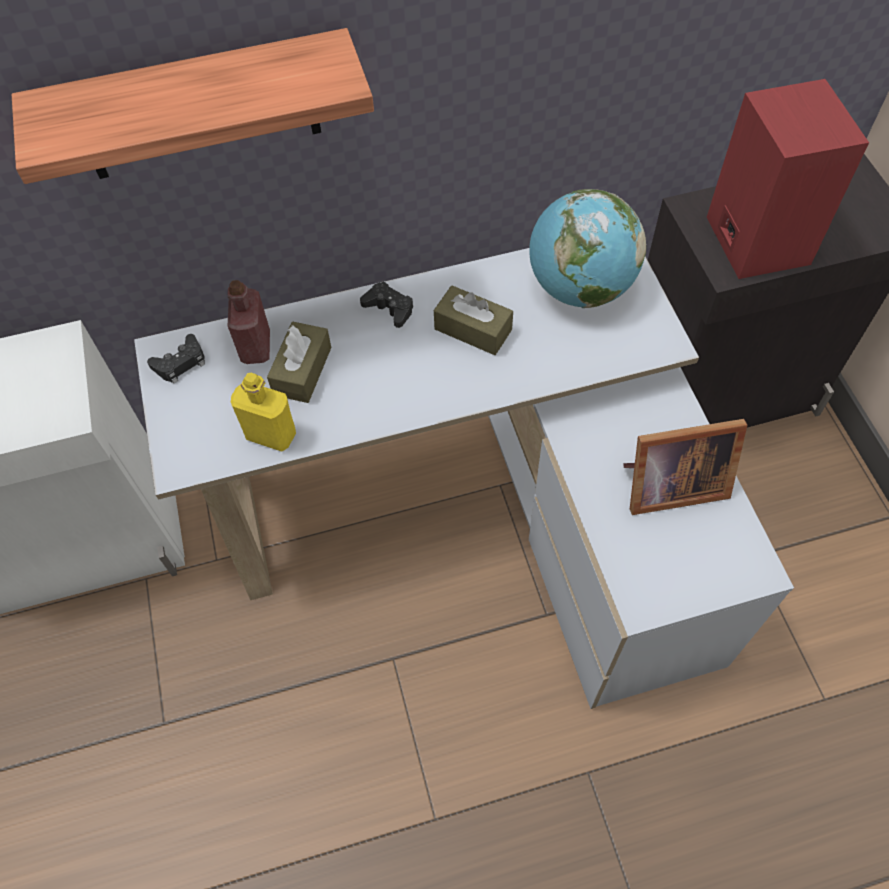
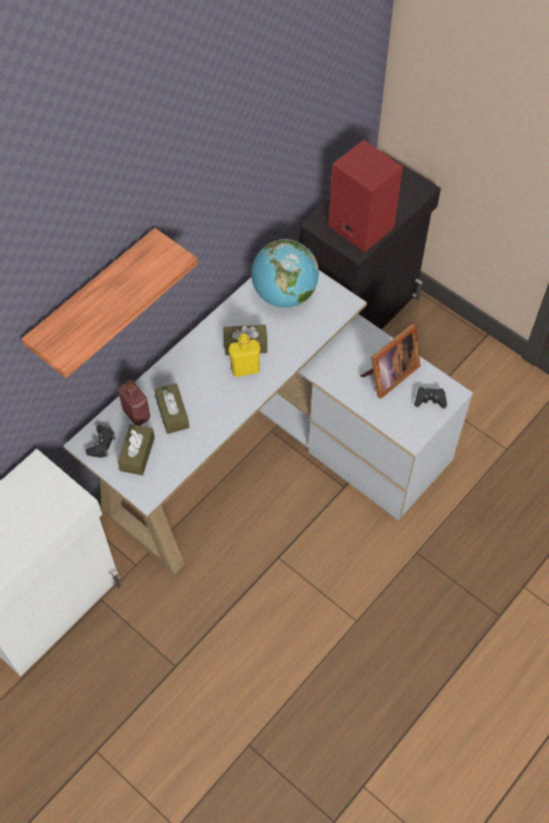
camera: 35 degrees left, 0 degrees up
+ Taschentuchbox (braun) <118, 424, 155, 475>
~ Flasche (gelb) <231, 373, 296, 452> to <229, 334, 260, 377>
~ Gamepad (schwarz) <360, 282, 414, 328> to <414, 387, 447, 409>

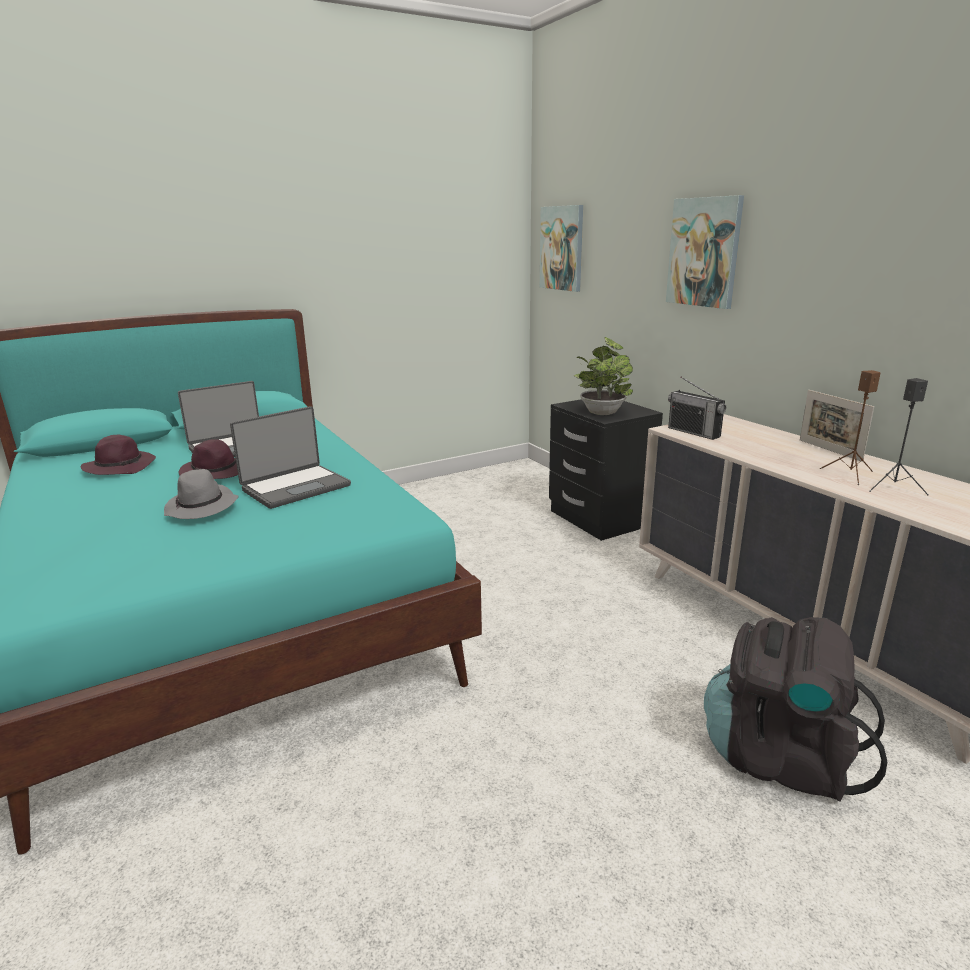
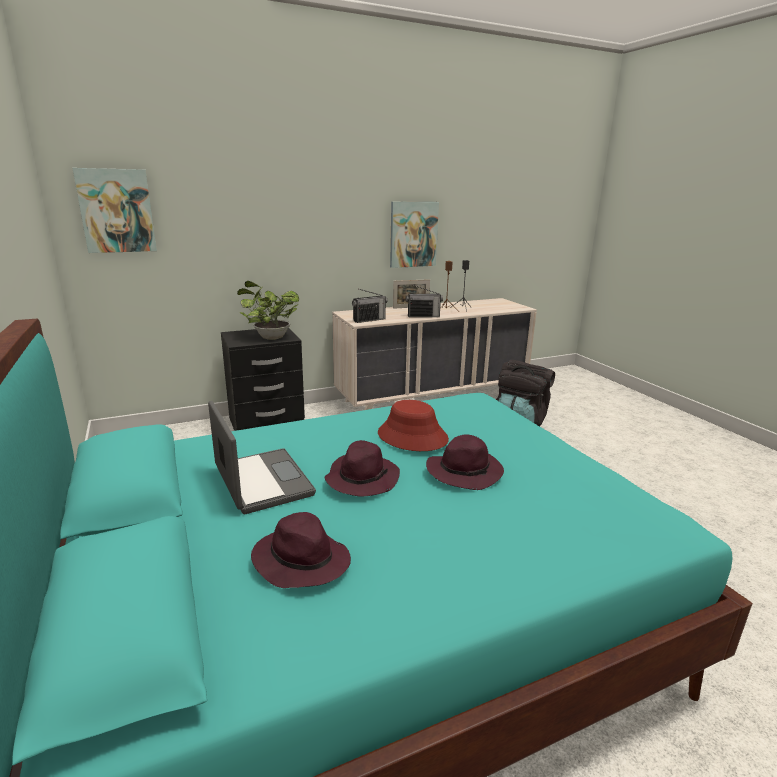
camera: 85 degrees left, 0 degrees up
~ Laptop <230, 406, 351, 509> to Hut (rot) <378, 400, 449, 451>
~ Bild <666, 195, 744, 309> to <390, 202, 439, 268>
+ Radio <406, 285, 443, 317>
~ Hut (grau) <164, 469, 239, 519> to Hut (lila) <426, 434, 504, 490>

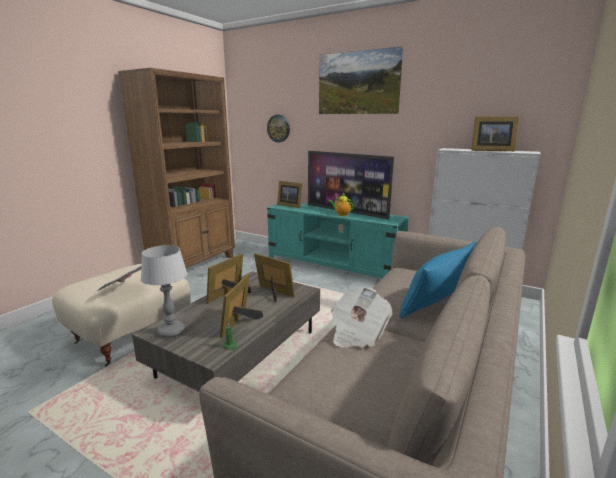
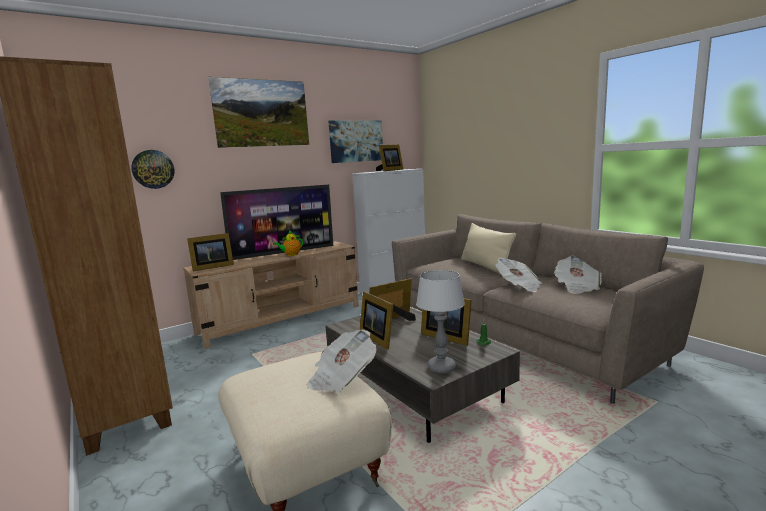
camera: 65 degrees left, 5 degrees down
~ Fernsehschrank (türkis) <267, 203, 409, 278> to Fernsehschrank (beige) <183, 241, 359, 349>
+ Bild <328, 120, 383, 163>
~ Kissen (blau) <399, 242, 477, 318> to Kissen (beige) <461, 223, 516, 275>
+ Zeitung <554, 256, 602, 294>

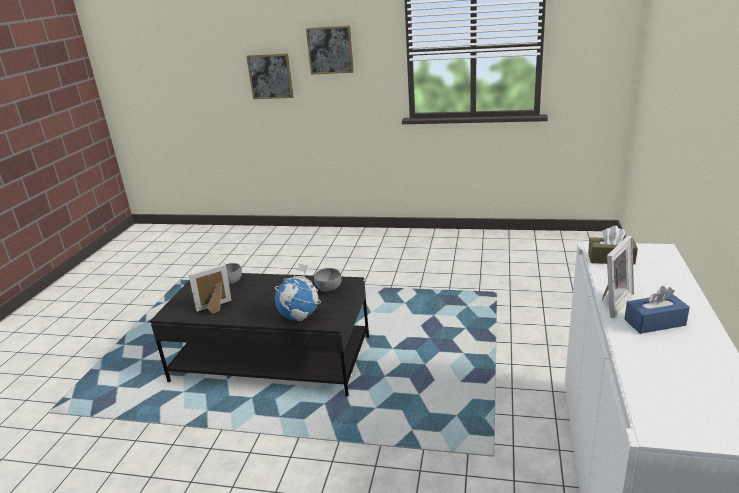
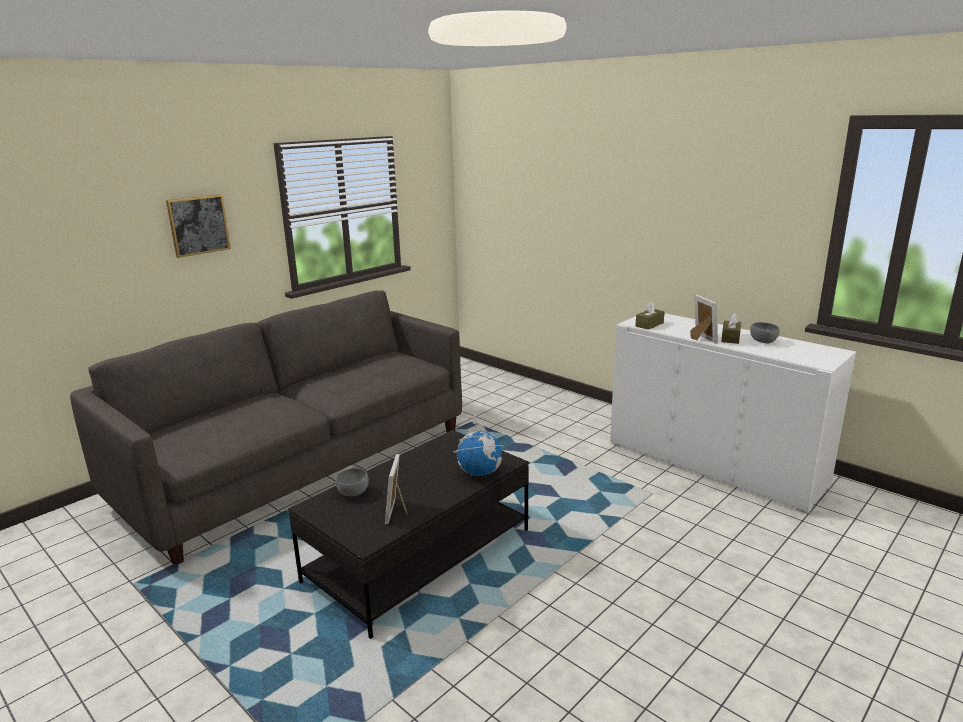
camera: 60 degrees left, 5 degrees down
+ Sofa (grau) <70, 290, 462, 565>
~ Taschentuchbox (blau) <624, 286, 690, 334> to Taschentuchbox (braun) <721, 313, 741, 344>
~ Schüssel (grau) <314, 268, 342, 292> to <750, 322, 780, 343>
- Bild <246, 53, 294, 99>

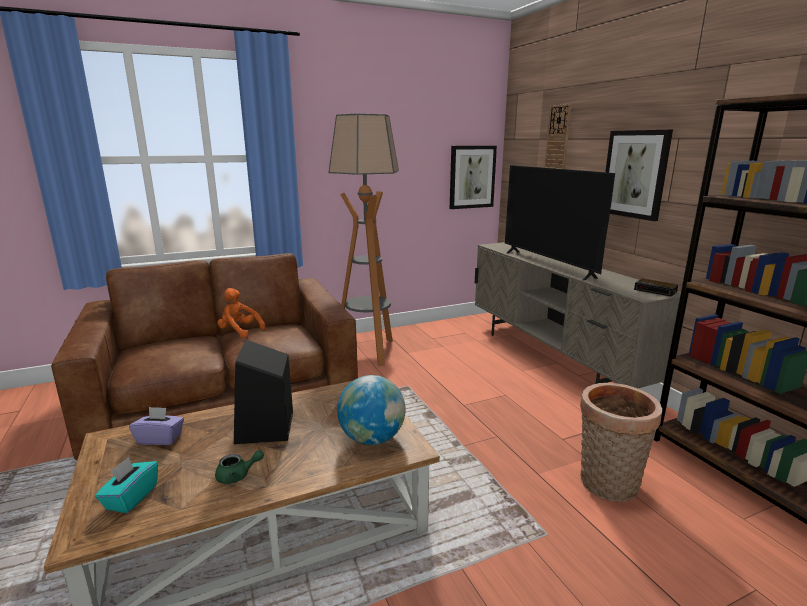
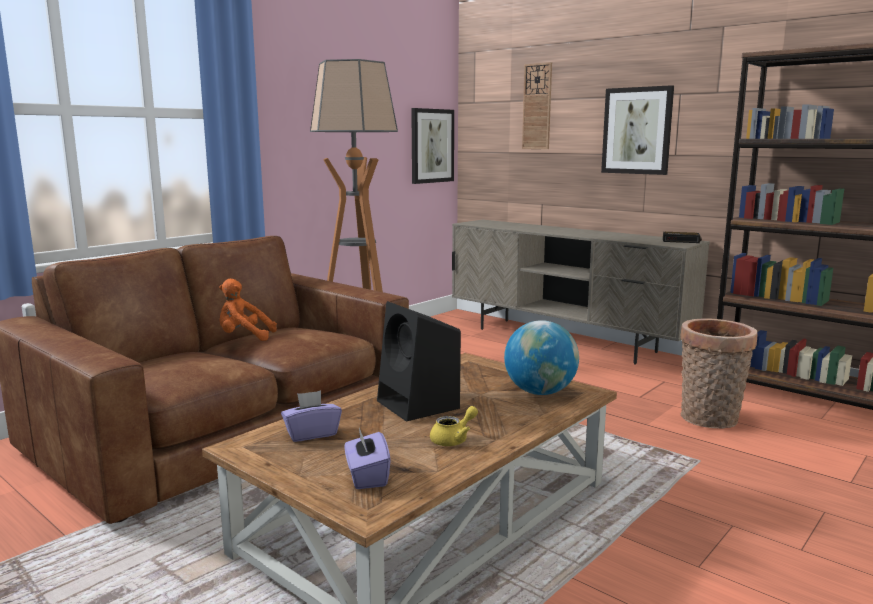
camera: 25 degrees left, 5 degrees down
~ Taschentuchbox (türkis) <95, 457, 158, 513> to Taschentuchbox (lila) <344, 428, 391, 489>
~ Teekanne (grün) <215, 450, 264, 484> to Teekanne (gelb) <430, 406, 478, 446>
- Fernseher <505, 165, 615, 281>

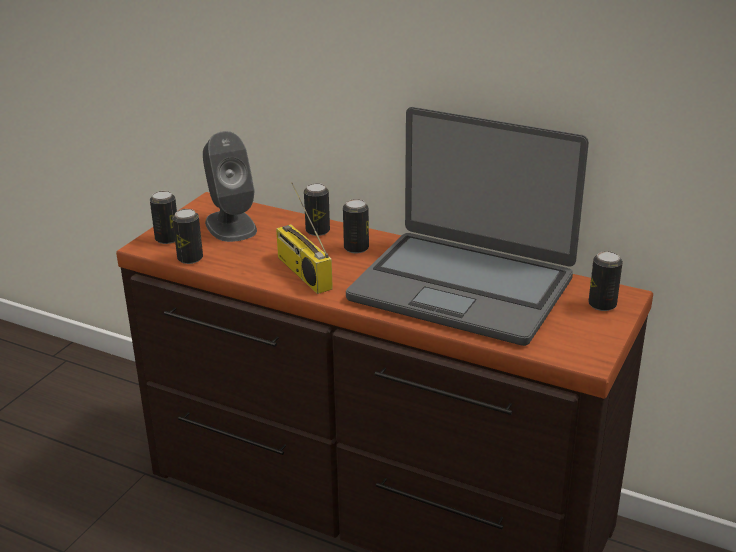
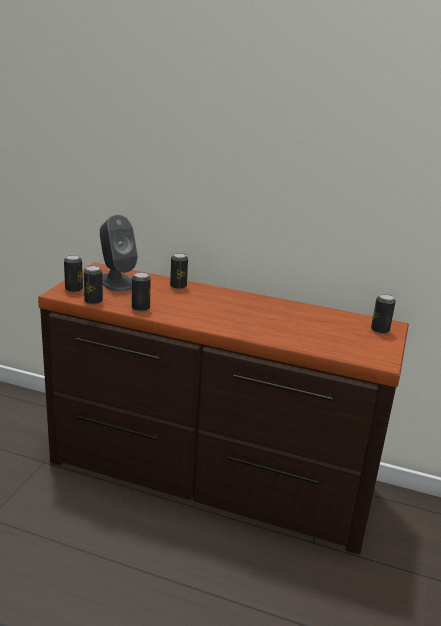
camera: 10 degrees left, 5 degrees down
~ Dose <343, 199, 369, 253> to <132, 272, 151, 312>
- Radio <276, 182, 333, 294>
- Laptop <346, 107, 589, 346>

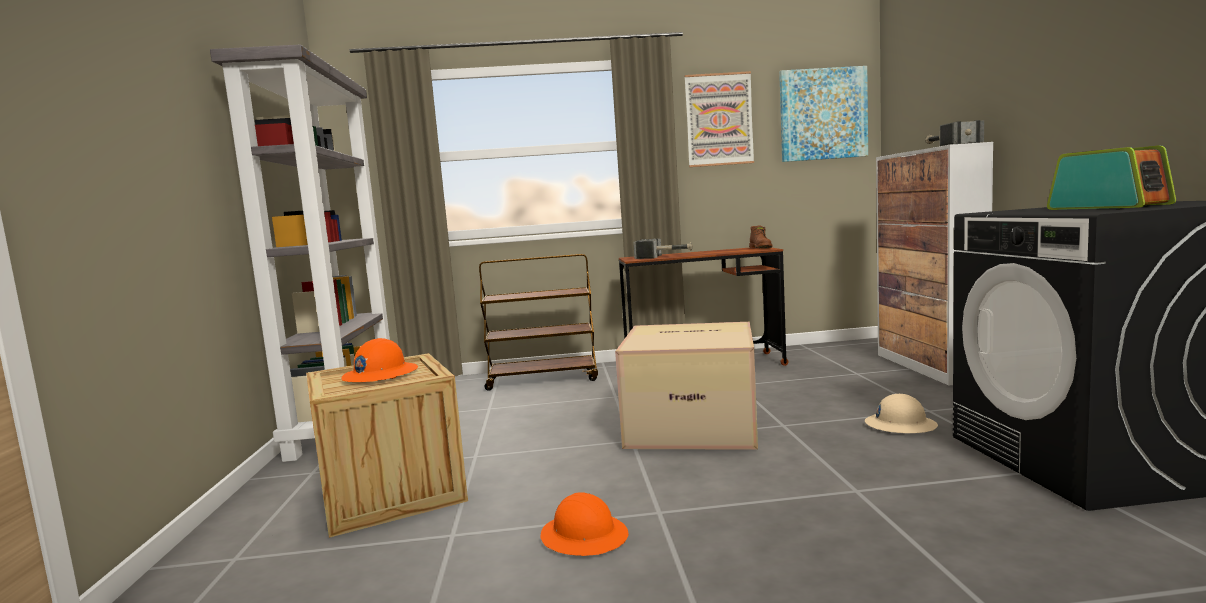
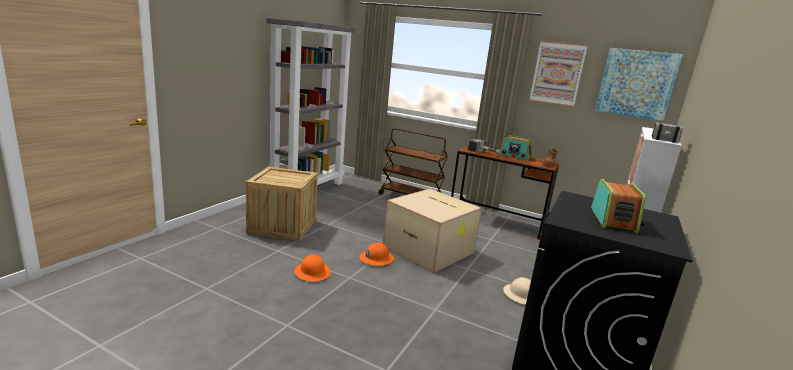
camera: 30 degrees right, 10 degrees up
~ Schutzhelm (orange) <341, 338, 418, 382> to <359, 242, 394, 266>
+ Radio <499, 135, 532, 161>

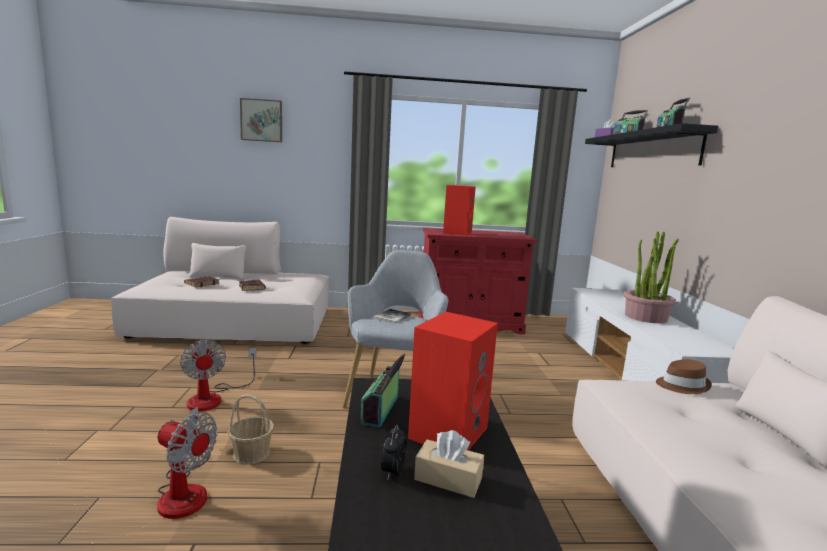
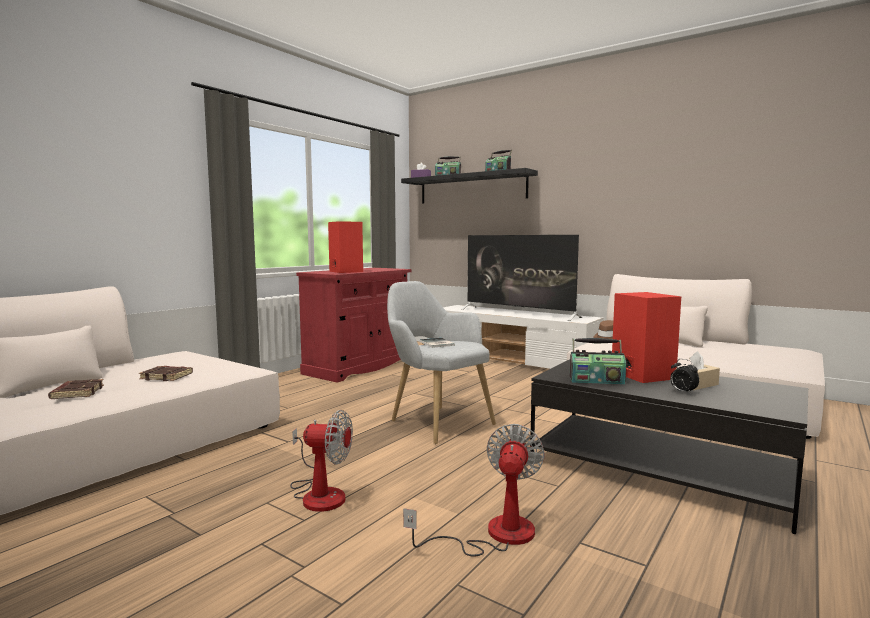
camera: 50 degrees left, 5 degrees down
~ Ventilator <157, 407, 218, 519> = <403, 424, 545, 557> 45 degrees counterclockwise
~ Topfpflanze <624, 231, 679, 323> to Fernseher <461, 235, 582, 321>
~ Radio <361, 354, 405, 428> = <570, 338, 627, 384> 45 degrees counterclockwise
- Korb <228, 394, 274, 464>
- Bild <240, 98, 282, 142>

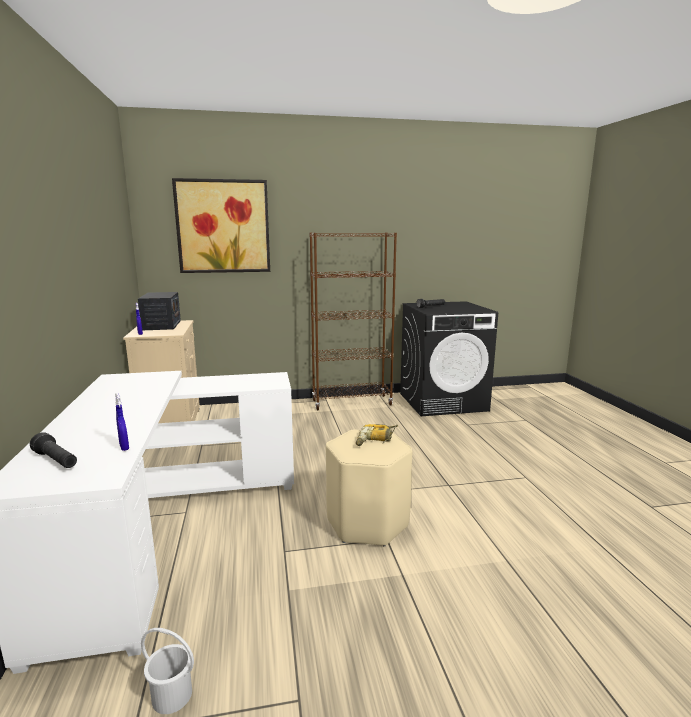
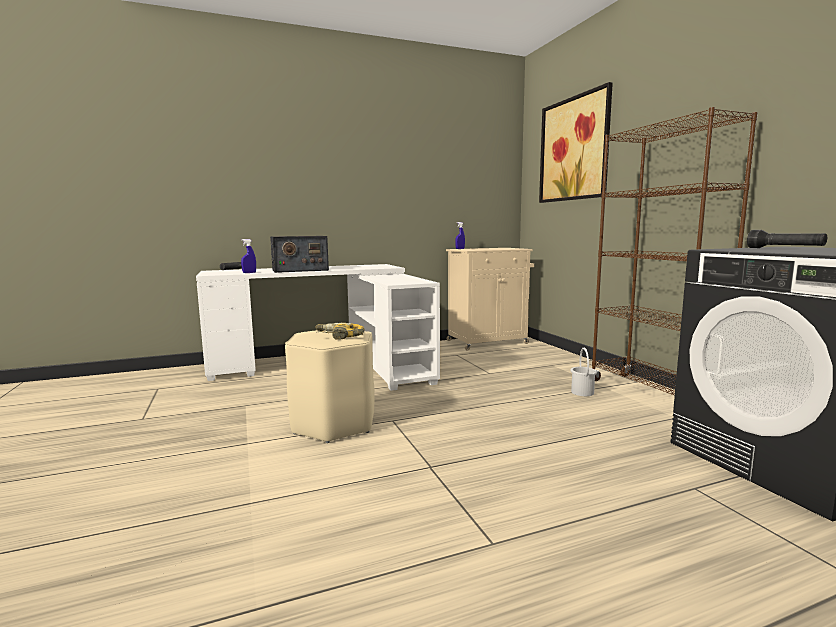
camera: 80 degrees right, 5 degrees down
~ Radio <138, 292, 181, 330> to <270, 236, 329, 273>
~ Eimer (weiß) <141, 628, 194, 714> to <570, 348, 597, 396>

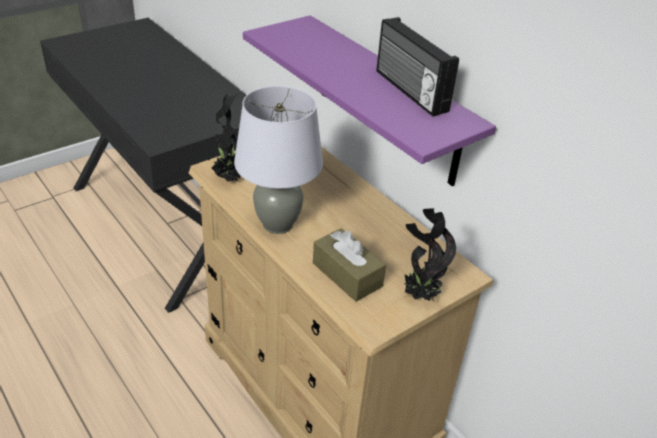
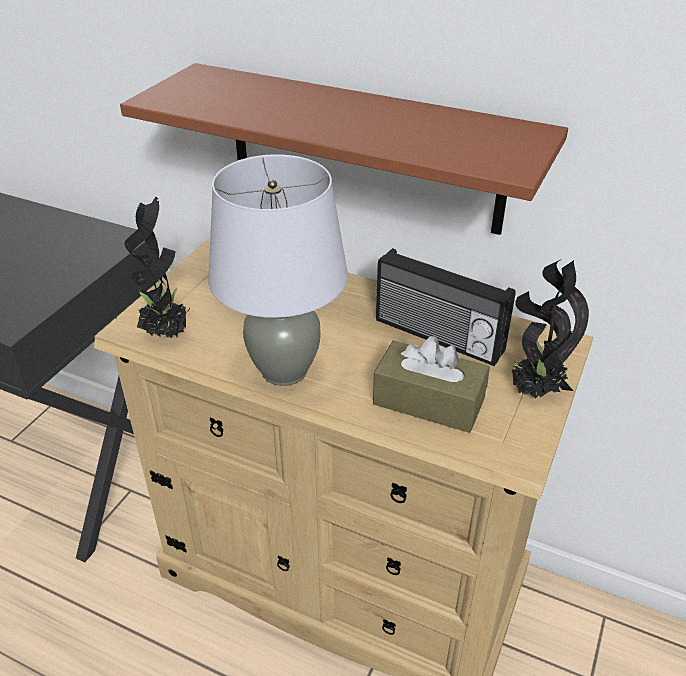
camera: 25 degrees left, 0 degrees up
~ Wandregal (lila) <243, 15, 496, 187> to Wandregal (braun) <120, 63, 568, 235>
~ Radio <377, 17, 459, 116> to <376, 248, 516, 366>

